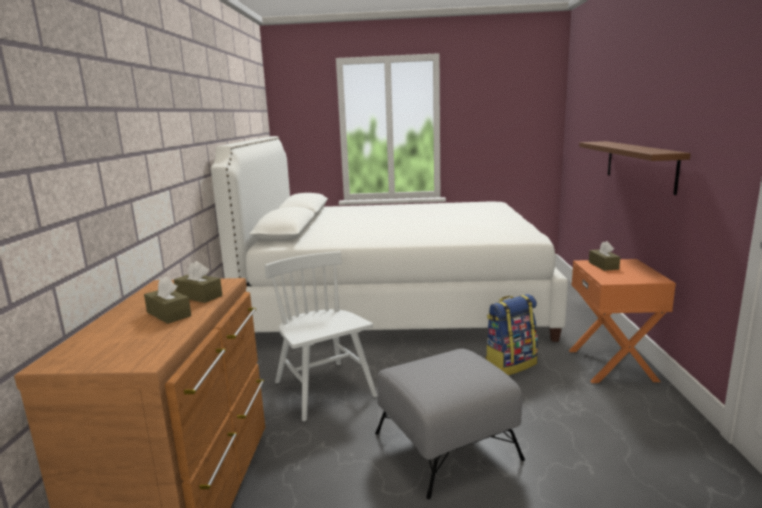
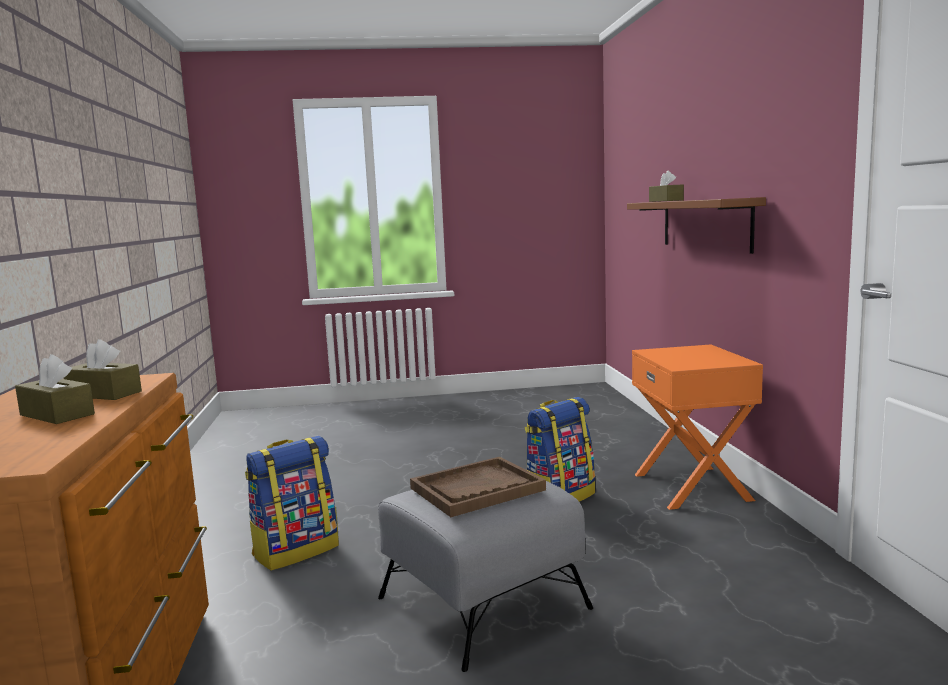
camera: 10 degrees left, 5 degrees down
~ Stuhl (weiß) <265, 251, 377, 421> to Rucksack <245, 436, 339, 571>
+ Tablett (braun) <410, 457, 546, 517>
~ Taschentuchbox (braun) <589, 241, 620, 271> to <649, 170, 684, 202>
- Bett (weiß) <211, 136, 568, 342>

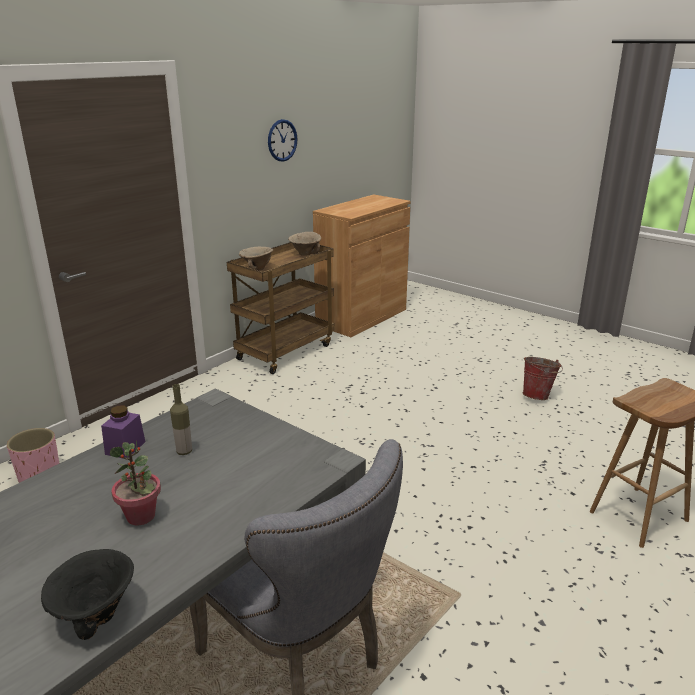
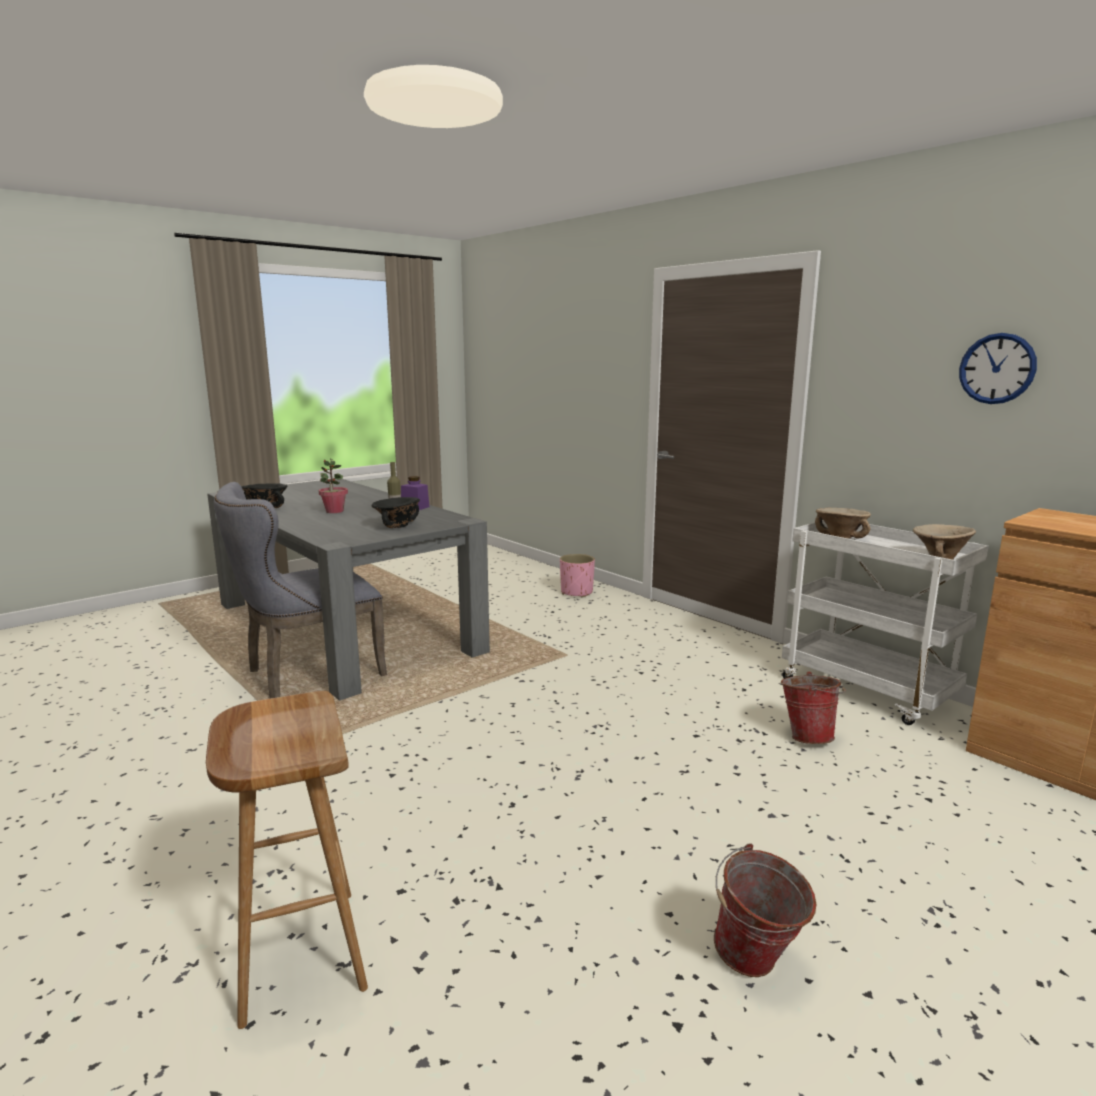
camera: 100 degrees right, 10 degrees down
+ Schüssel (schwarz) <371, 497, 420, 528>
+ Eimer <781, 672, 846, 744>
~ Rollwagen (braun) <227, 242, 334, 374> to Rollwagen (weiß) <782, 520, 989, 725>

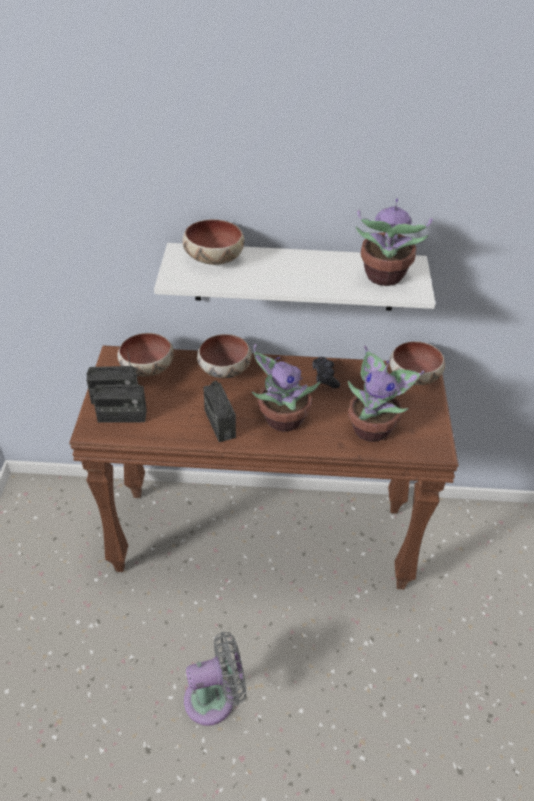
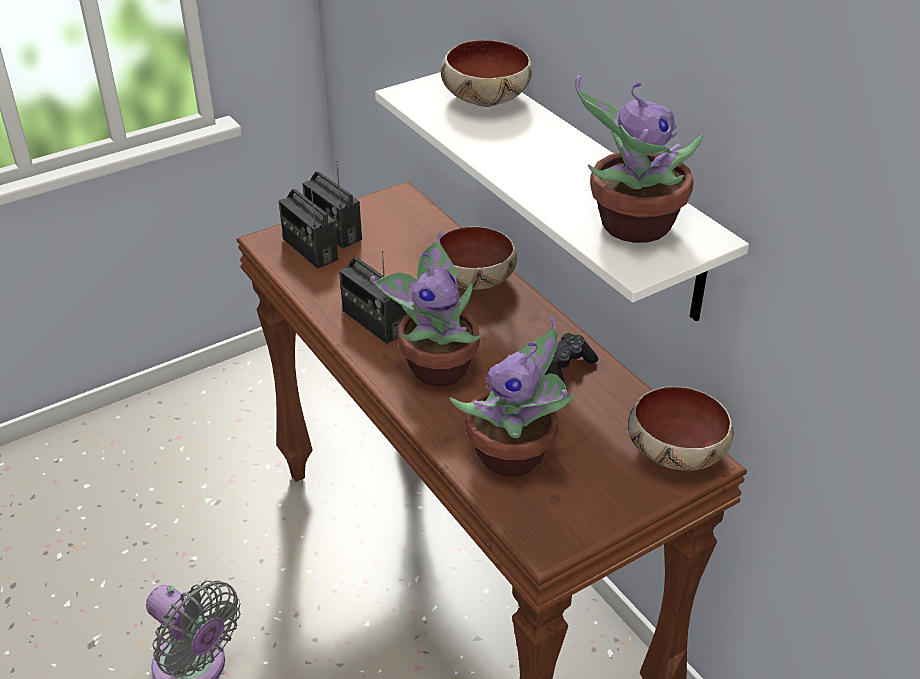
camera: 55 degrees right, 5 degrees down
~ Radio <203, 381, 236, 442> = <339, 251, 406, 344> 75 degrees counterclockwise
- Schüssel <118, 333, 174, 376>

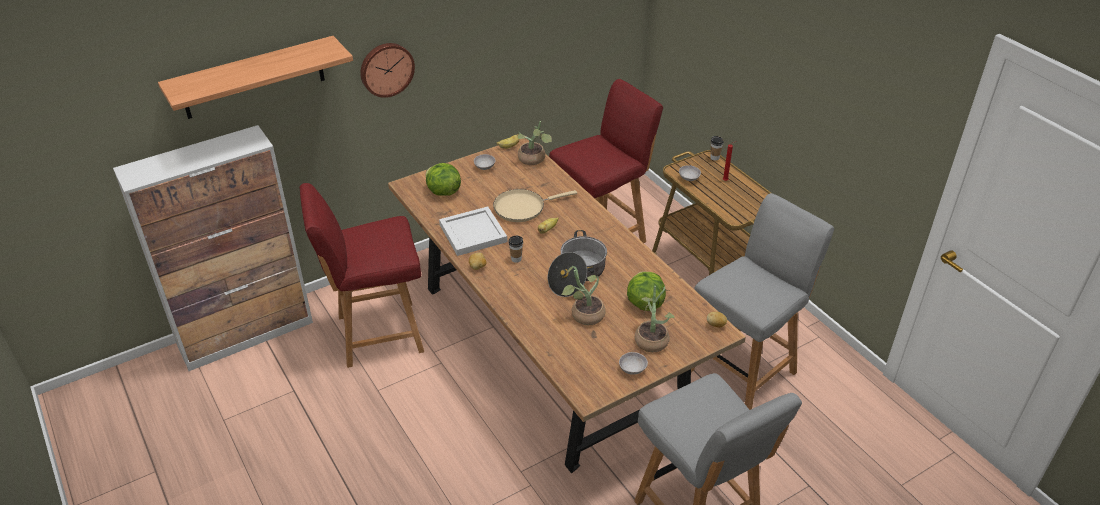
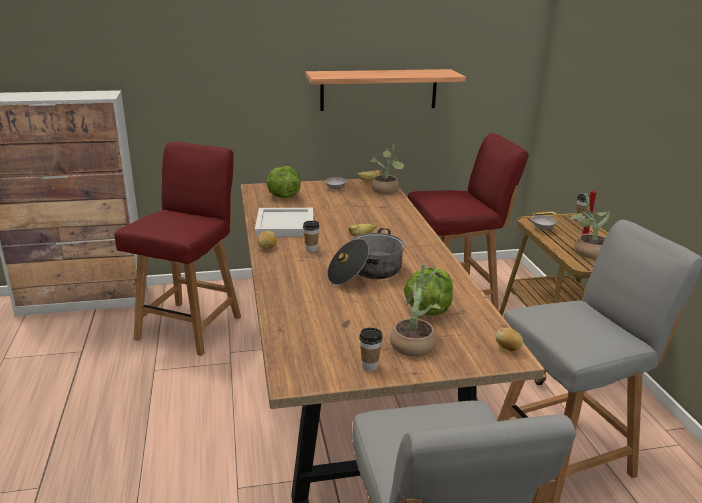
camera: 20 degrees right, 15 degrees down
~ Stuhl (rot) <300, 183, 424, 368> = <114, 142, 241, 356> 105 degrees clockwise
~ Wandregal <158, 36, 353, 119> to <306, 69, 466, 111>
~ Schüssel (grau) <619, 352, 648, 375> to Tasse <359, 328, 383, 371>
~ Topfpflanze <561, 266, 606, 325> to <567, 193, 610, 259>
- Wanduhr <360, 43, 415, 98>
- Pfanne (beige) <493, 189, 577, 222>

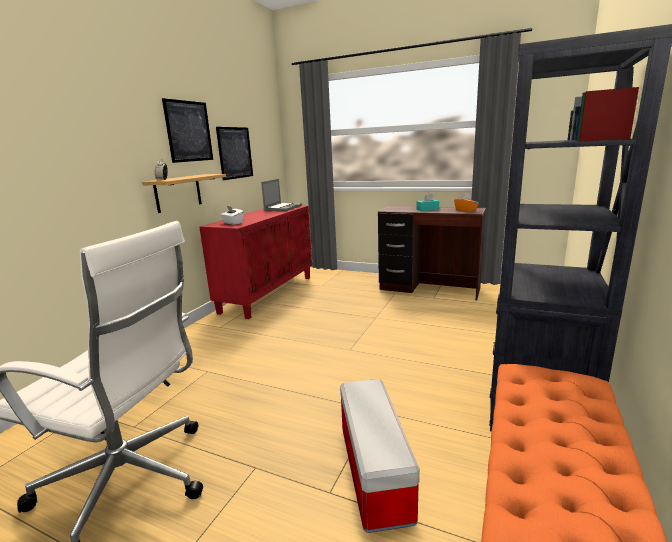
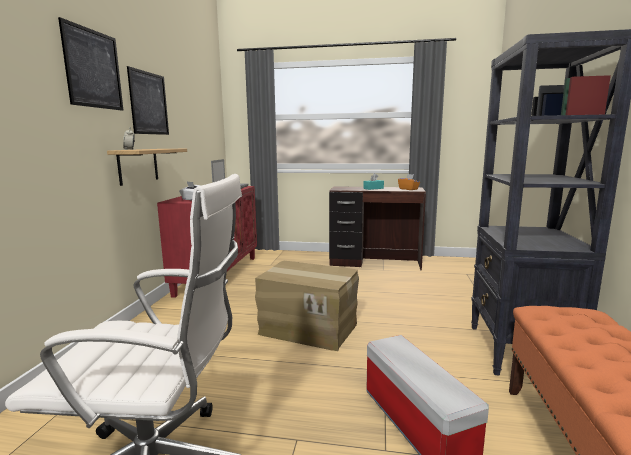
camera: 15 degrees left, 5 degrees down
~ Bild <216, 127, 253, 180> to <58, 17, 123, 111>
+ Karton <255, 261, 359, 351>

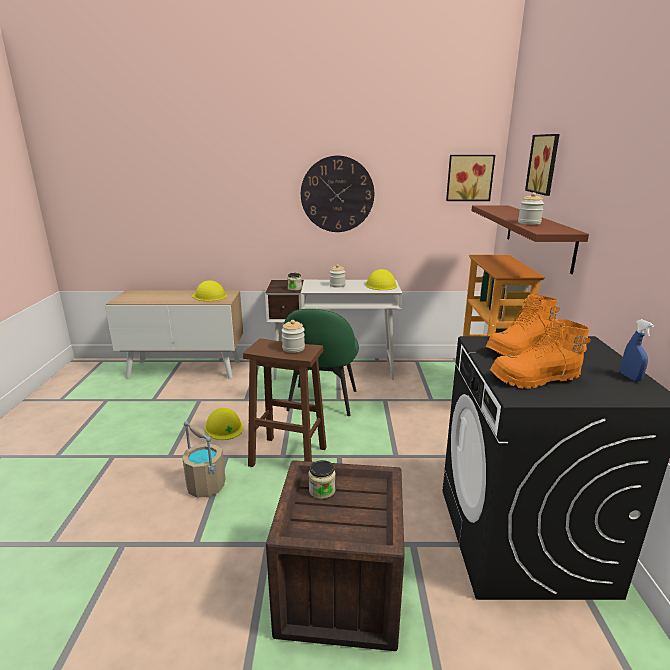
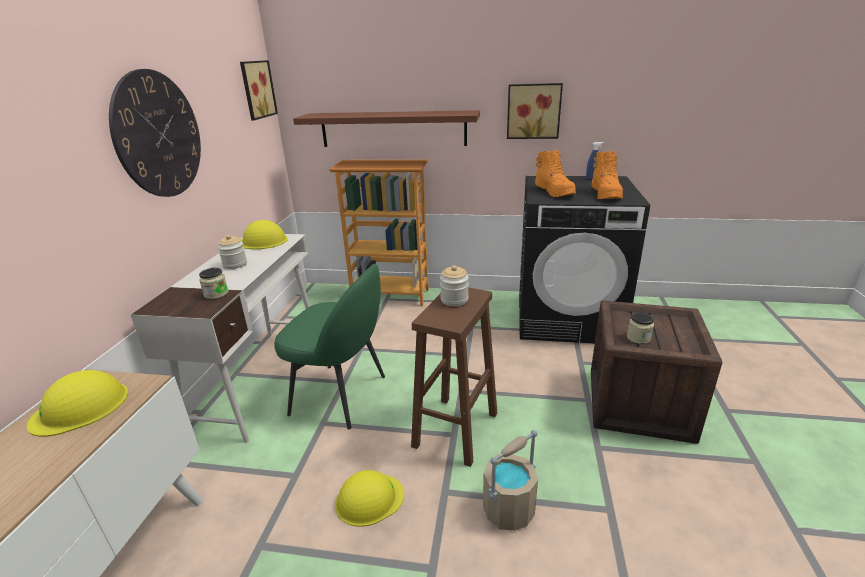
camera: 80 degrees left, 5 degrees up
~ Bild <525, 134, 560, 196> to <507, 83, 563, 139>
- Vorratsglas <518, 192, 544, 225>

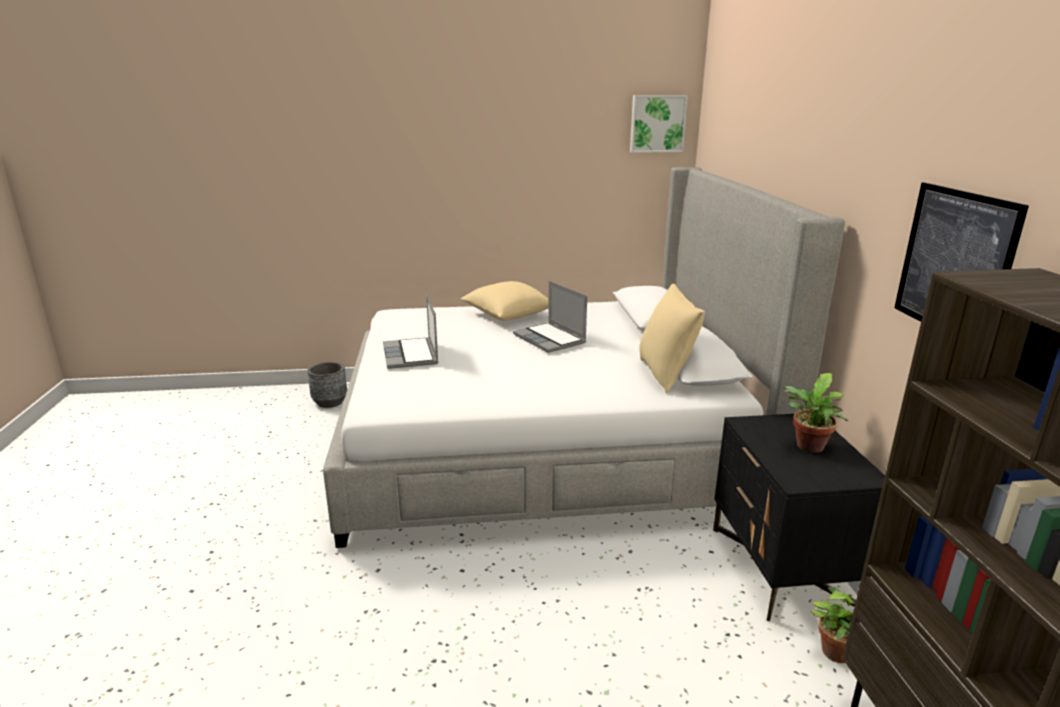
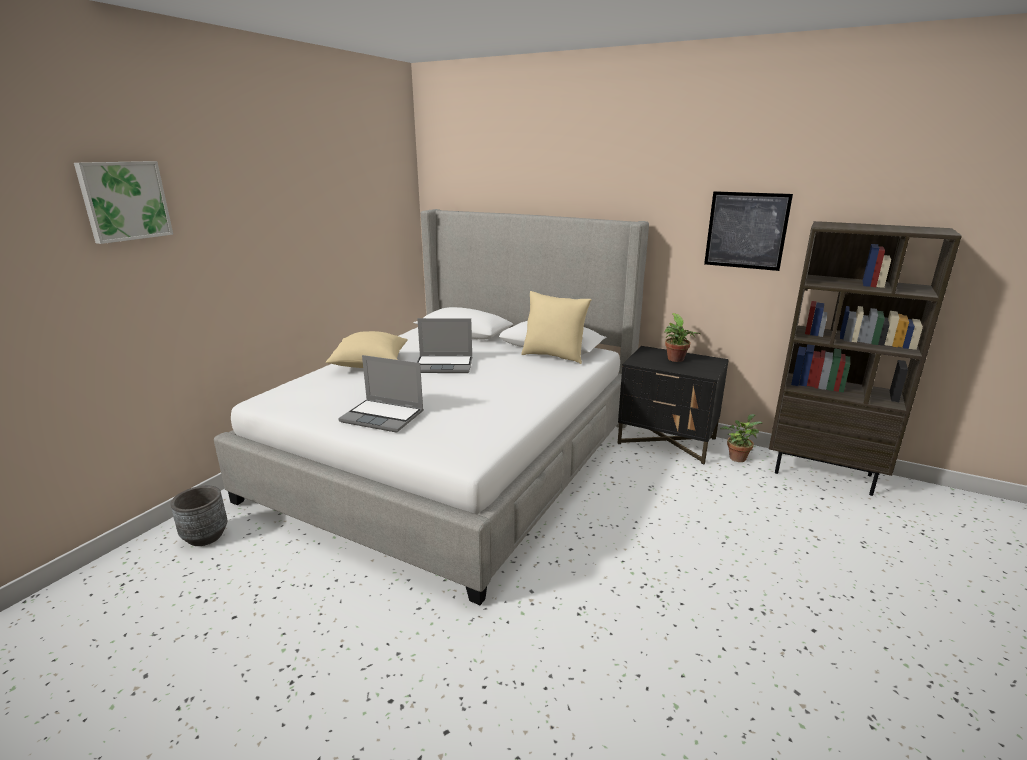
camera: 55 degrees left, 0 degrees up
~ Bild <630, 95, 688, 153> to <74, 161, 173, 244>

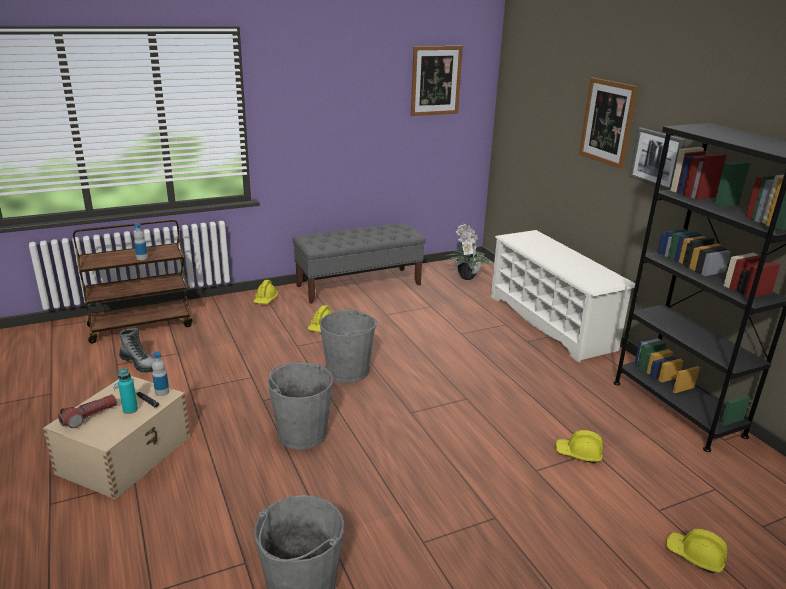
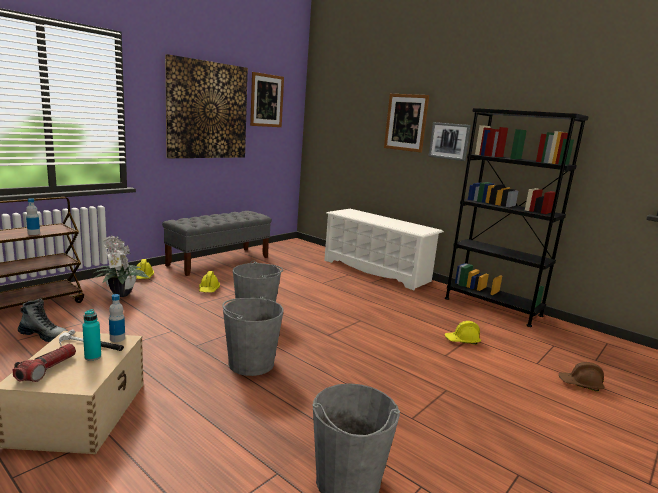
camera: 25 degrees left, 10 degrees down
~ Topfpflanze <446, 223, 493, 280> to <94, 236, 149, 297>
+ Bild <165, 54, 248, 158>
~ Schutzhelm (gelb) <666, 529, 728, 573> to Schutzhelm (braun) <559, 362, 604, 392>

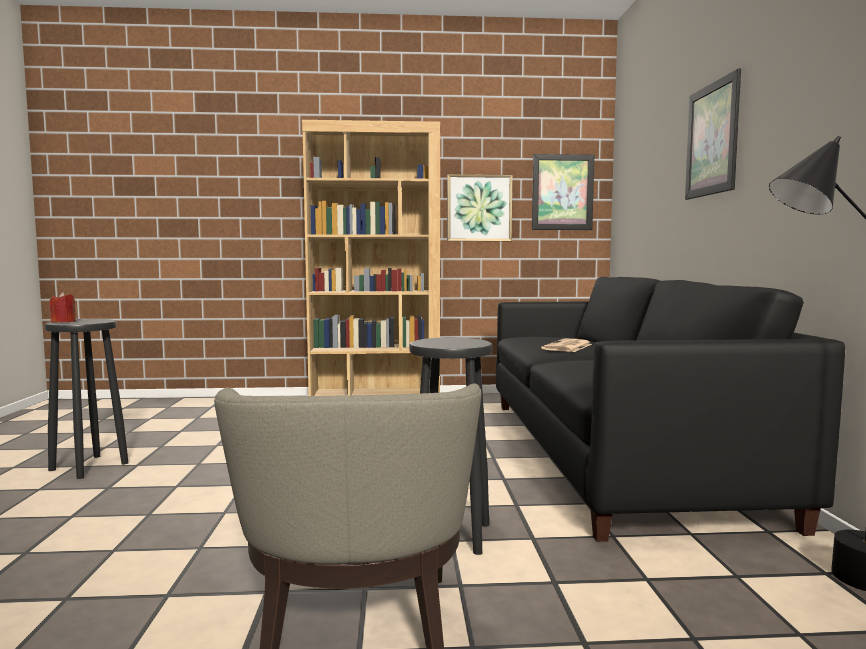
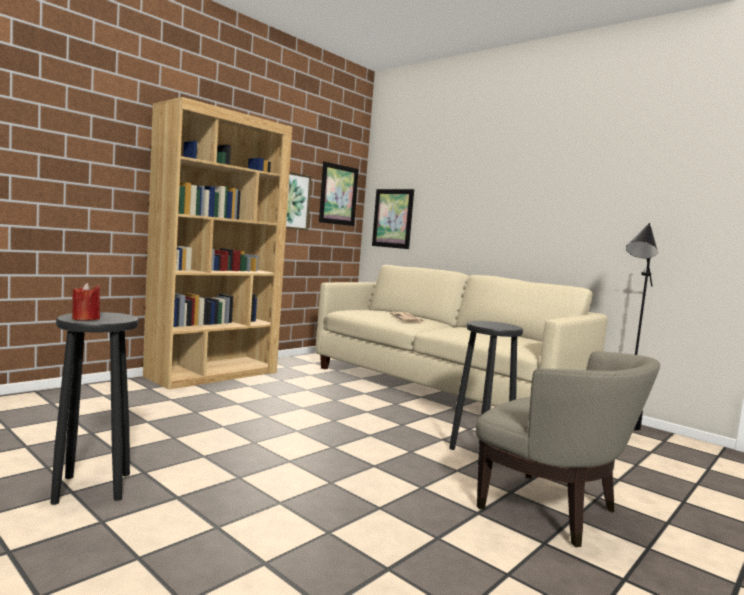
camera: 45 degrees left, 0 degrees up
~ Sofa (schwarz) <496, 277, 845, 542> to Sofa (beige) <315, 265, 608, 407>
~ Bild <685, 69, 741, 200> to <372, 189, 414, 249>

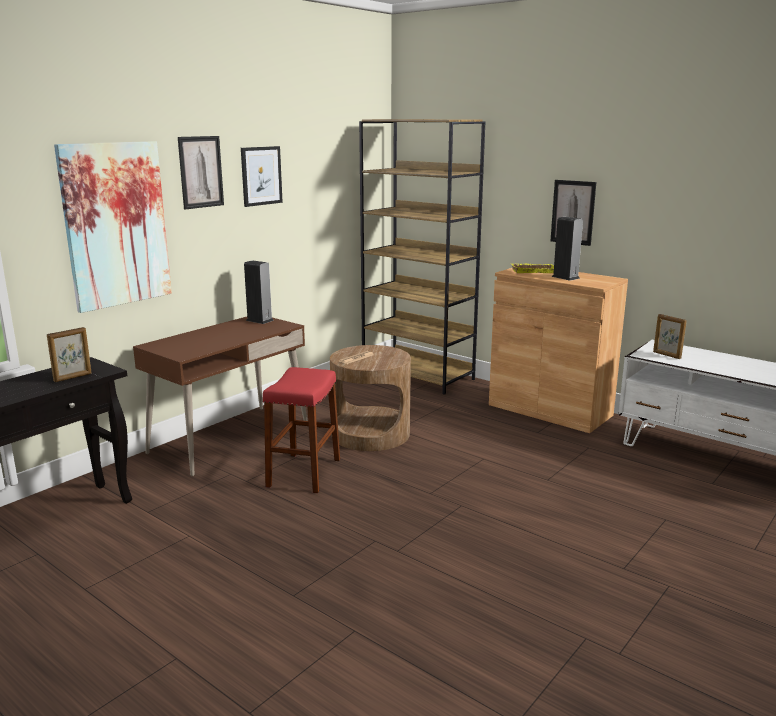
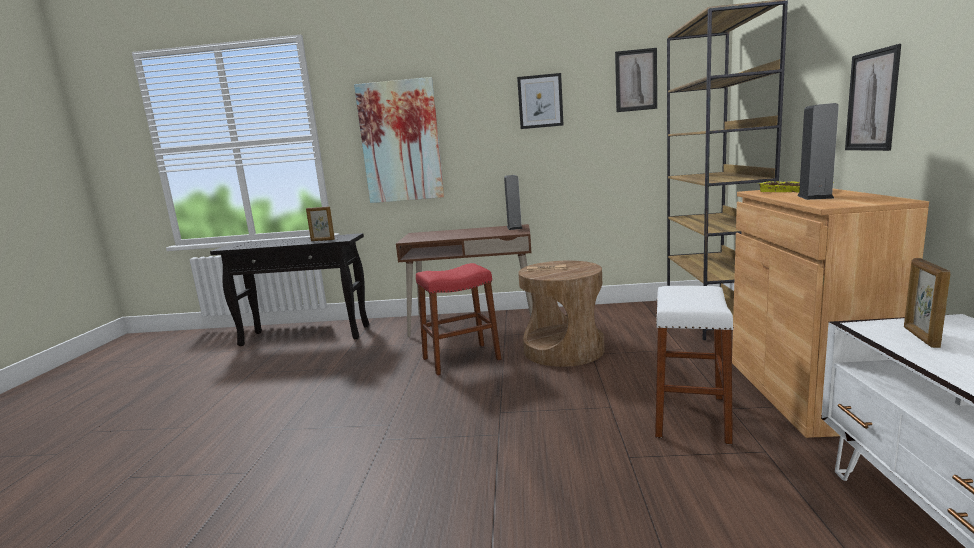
camera: 55 degrees right, 5 degrees down
~ Bild <178, 136, 224, 209> to <615, 48, 657, 112>
+ Hocker (weiß) <655, 286, 734, 445>

